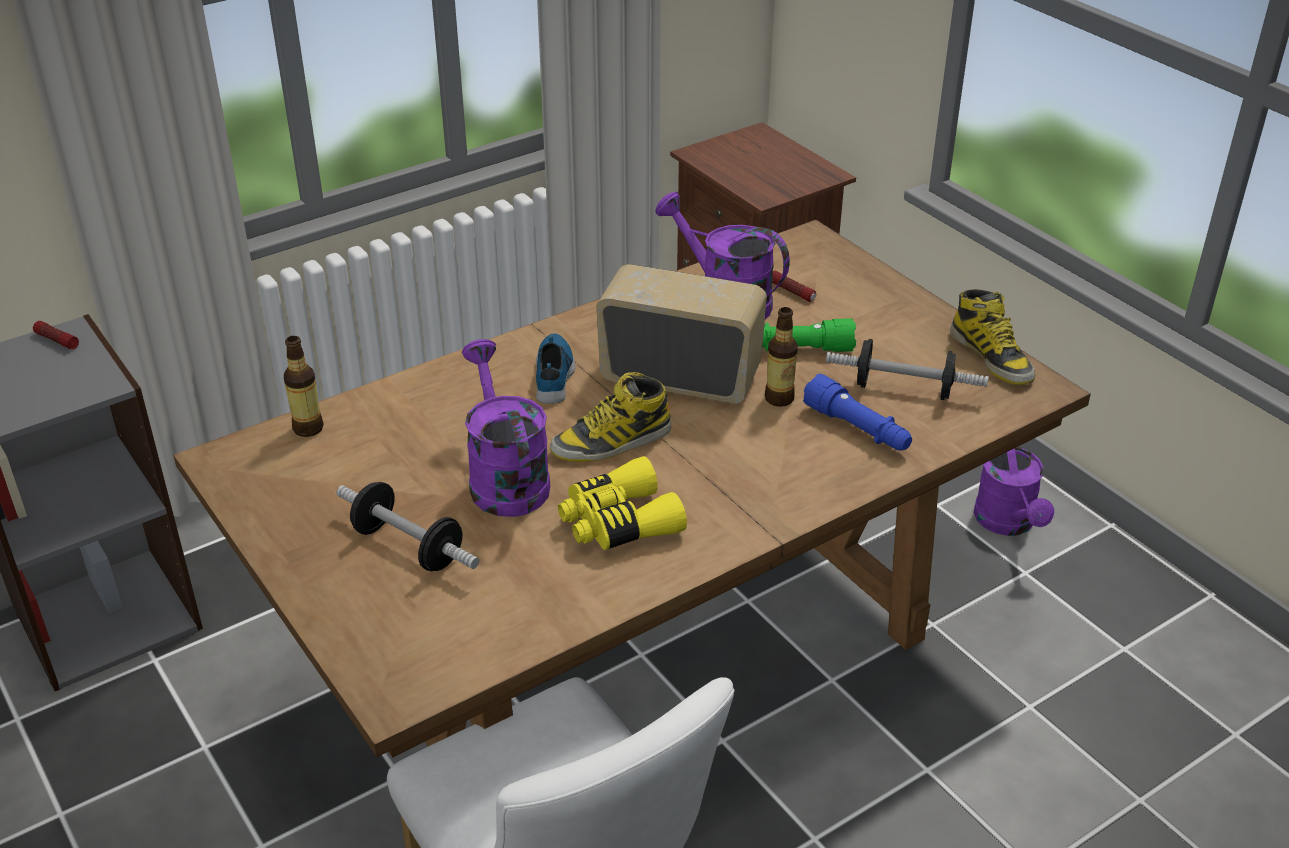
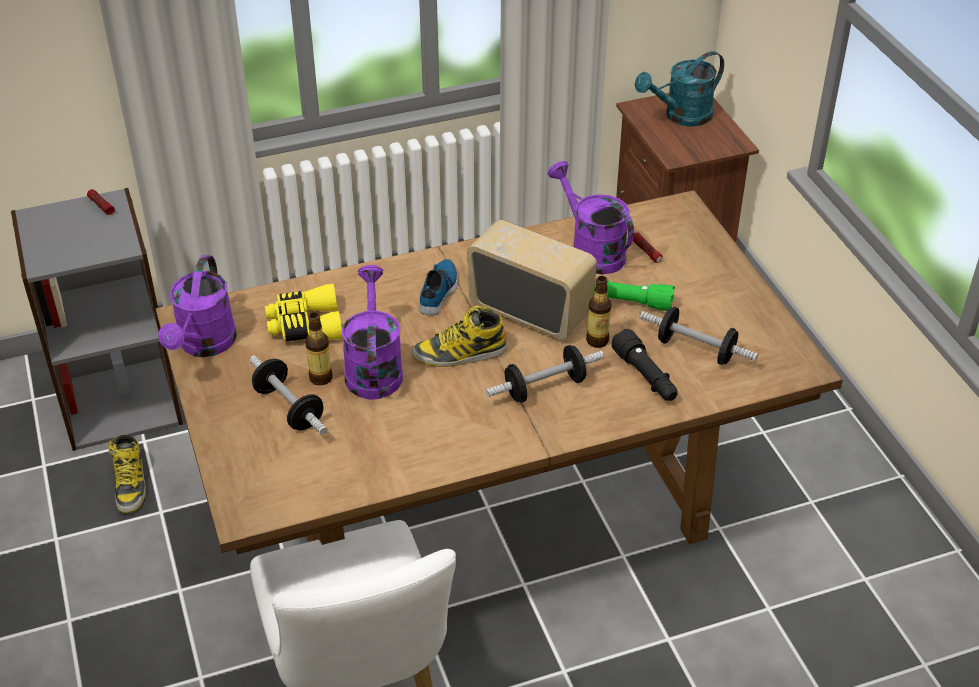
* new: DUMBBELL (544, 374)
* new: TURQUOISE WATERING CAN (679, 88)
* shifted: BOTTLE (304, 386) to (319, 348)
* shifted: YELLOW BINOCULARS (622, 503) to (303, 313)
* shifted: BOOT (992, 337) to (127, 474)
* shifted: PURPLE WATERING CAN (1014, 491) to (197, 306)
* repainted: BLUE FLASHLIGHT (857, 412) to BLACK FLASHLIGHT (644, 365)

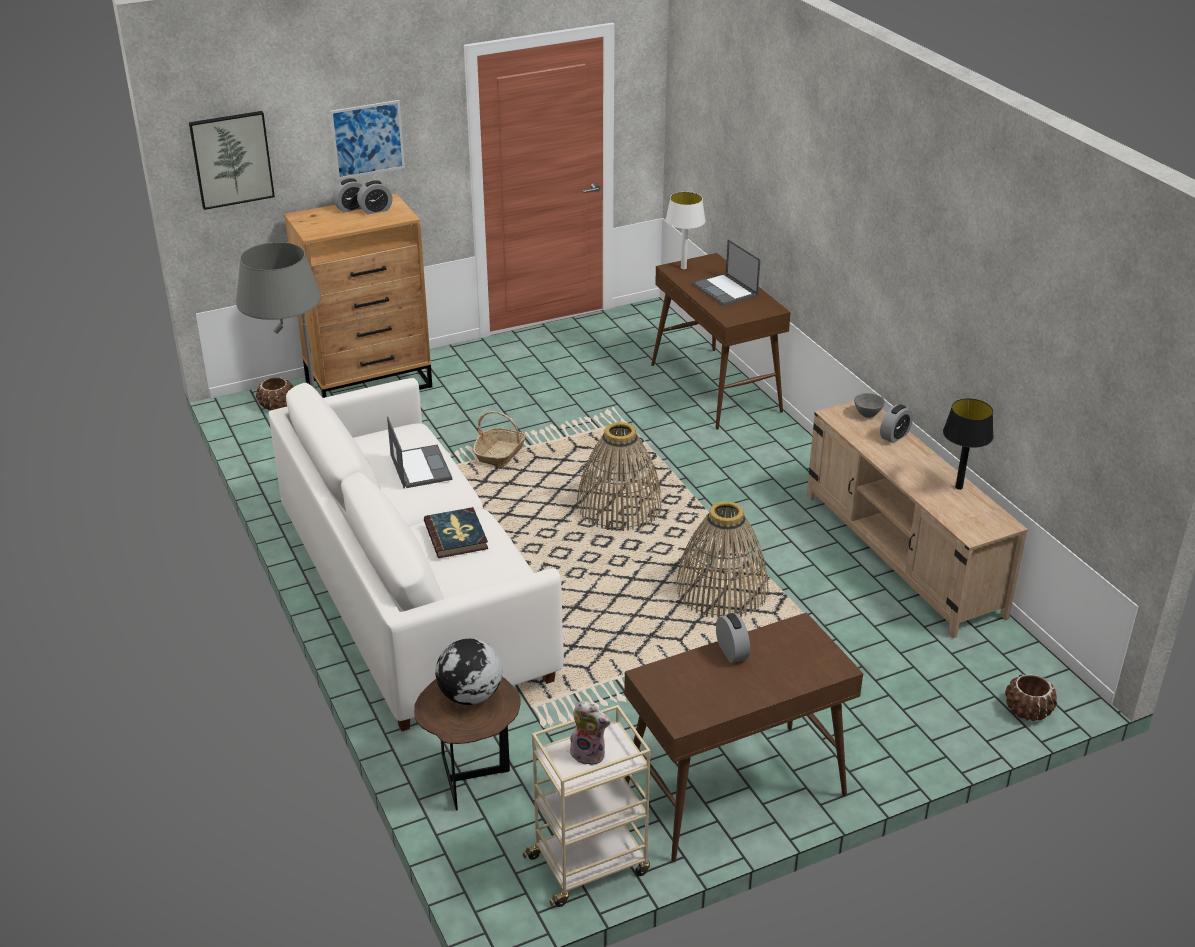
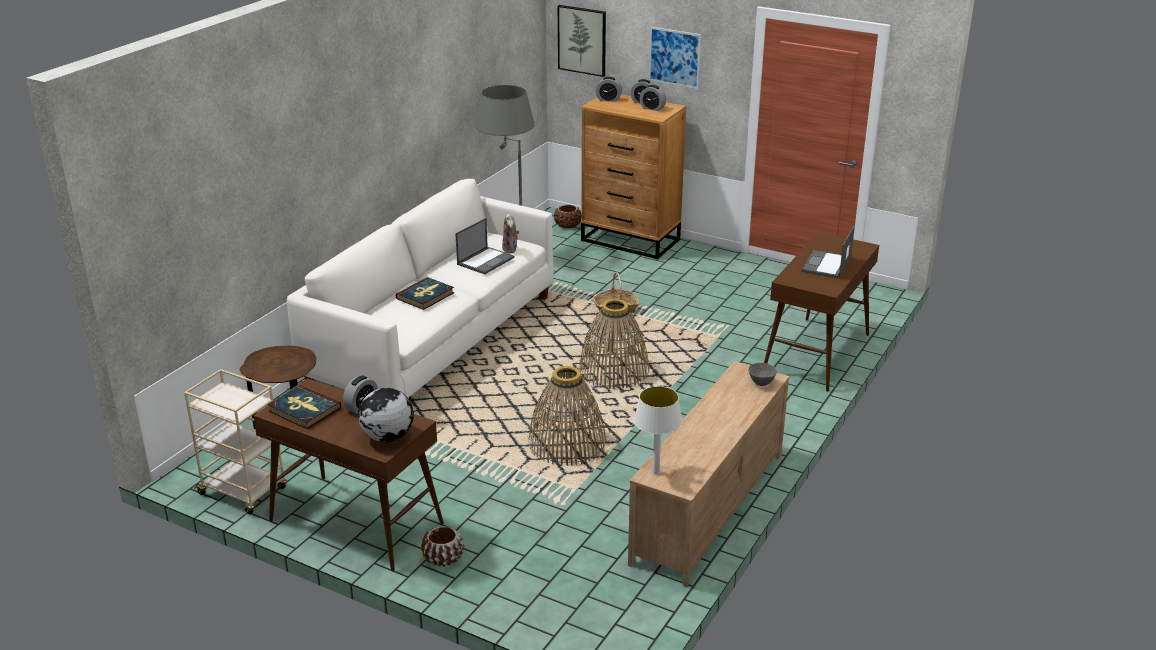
* gone: BLACK TABLE LAMP (968, 444)
* new: BOOK (304, 407)
* shifted: GLOBE (468, 672) to (386, 415)
* shifted: PLUSH TOY (590, 733) to (510, 233)
* shifted: WHITE TABLE LAMP (685, 230) to (658, 430)
* shifted: ALARM CLOCK (896, 424) to (609, 89)
* shifted: BROWN PLANTER (1031, 697) to (442, 546)

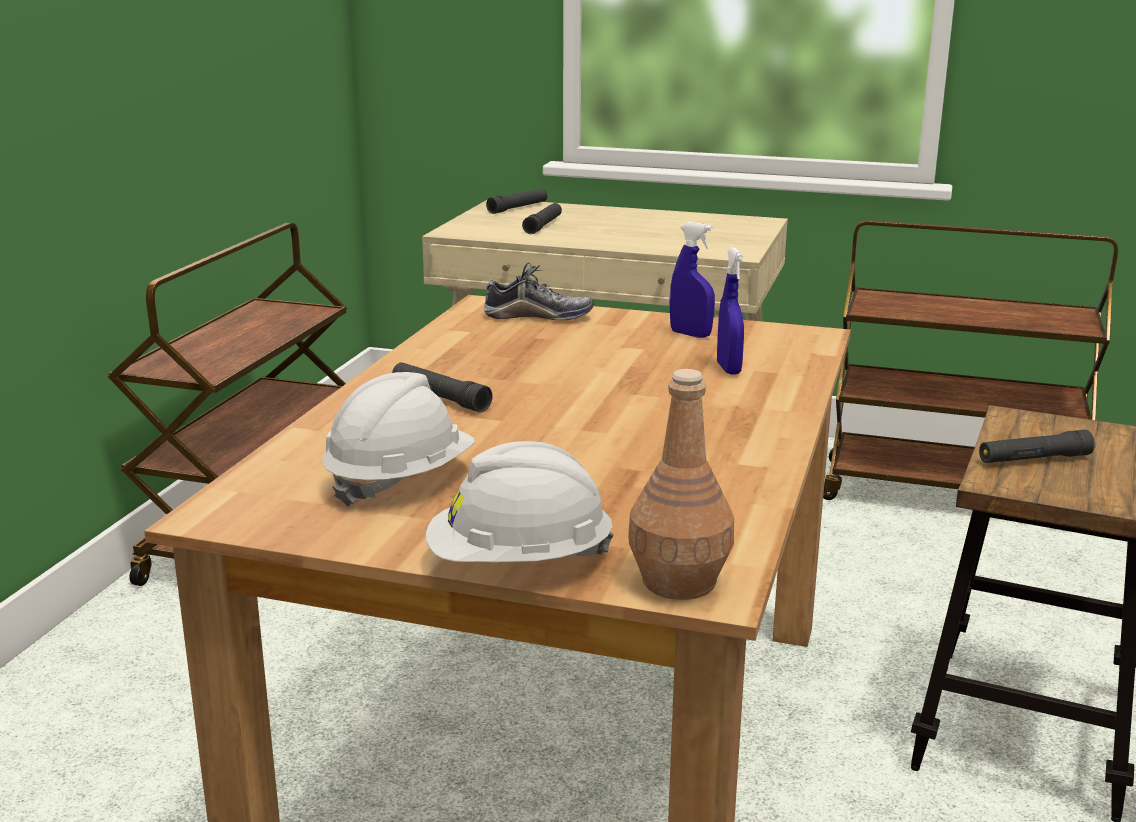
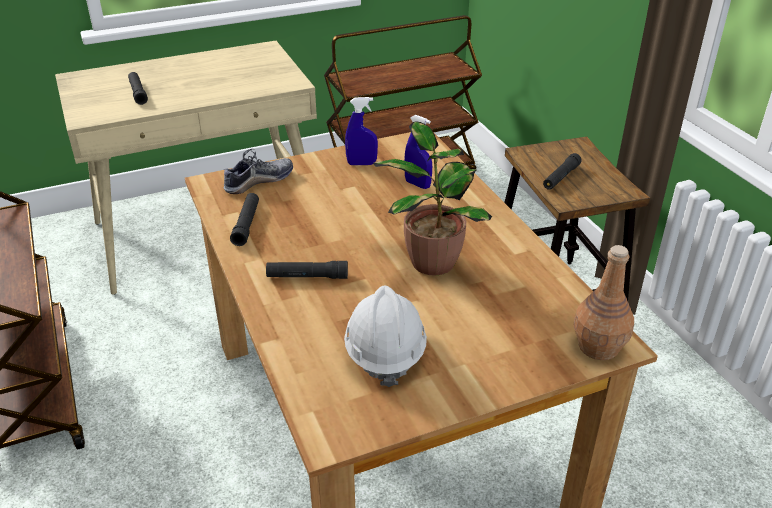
* gone: WHITE HARD HAT (520, 501)
* new: POTTED PLANT (432, 198)
* shifted: BLACK FLASHLIGHT (516, 201) to (244, 219)

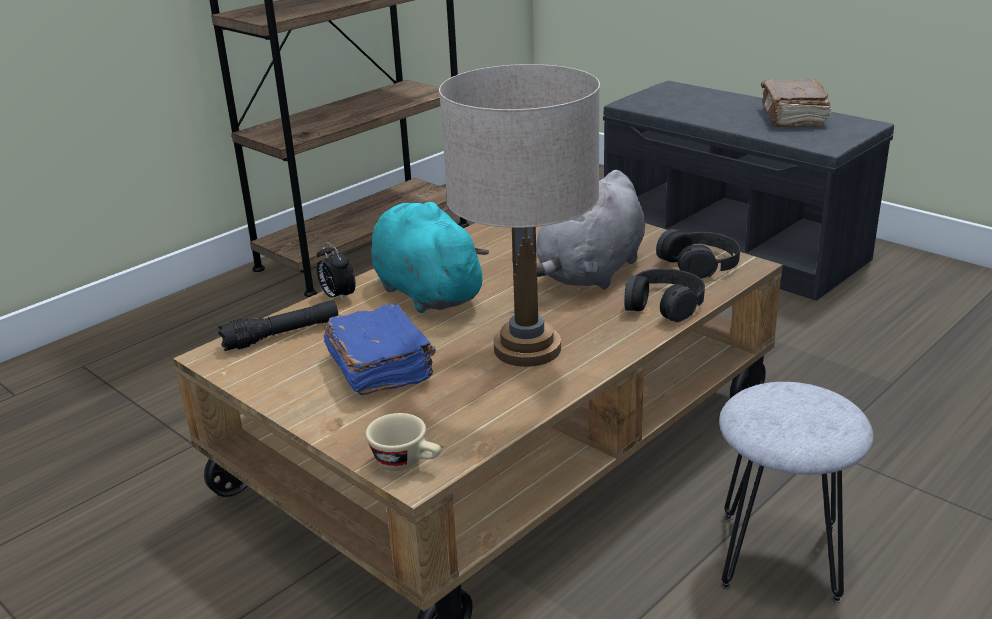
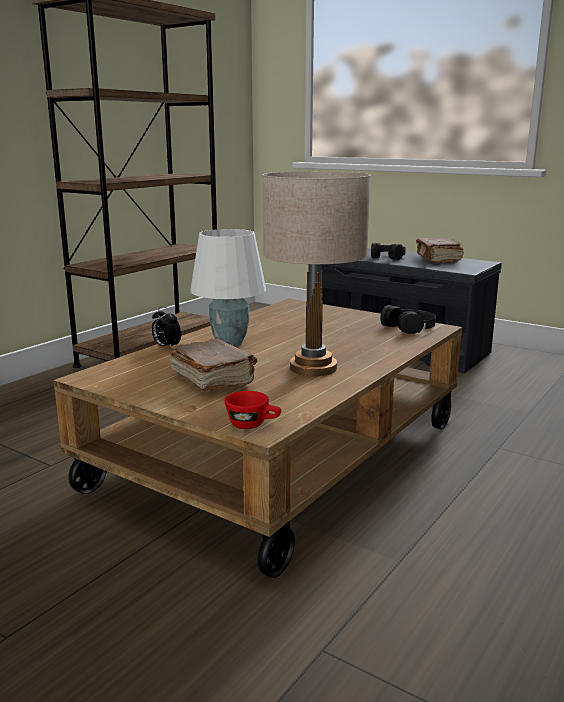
* gone: BLACK FLASHLIGHT (278, 325)
* gone: GREY PLUSH TOY (590, 230)
* gone: GREY STOOL (796, 492)
* shifted: BLACK HEADPHONES (664, 295) to (388, 251)
* swapped: TURQUOISE PLUSH TOY (430, 257) to WHITE TABLE LAMP (228, 288)
* repainted: BLUE BOOK (380, 349) to BROWN BOOK (213, 365)
* repainted: BEIGE CUP (403, 442) to RED CUP (252, 410)

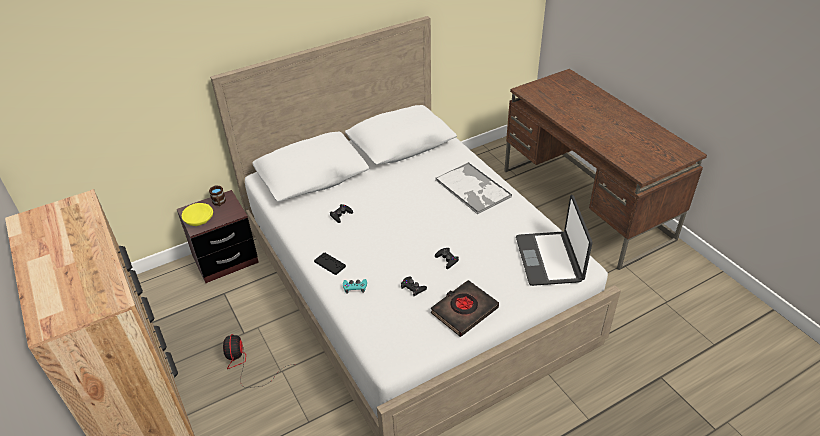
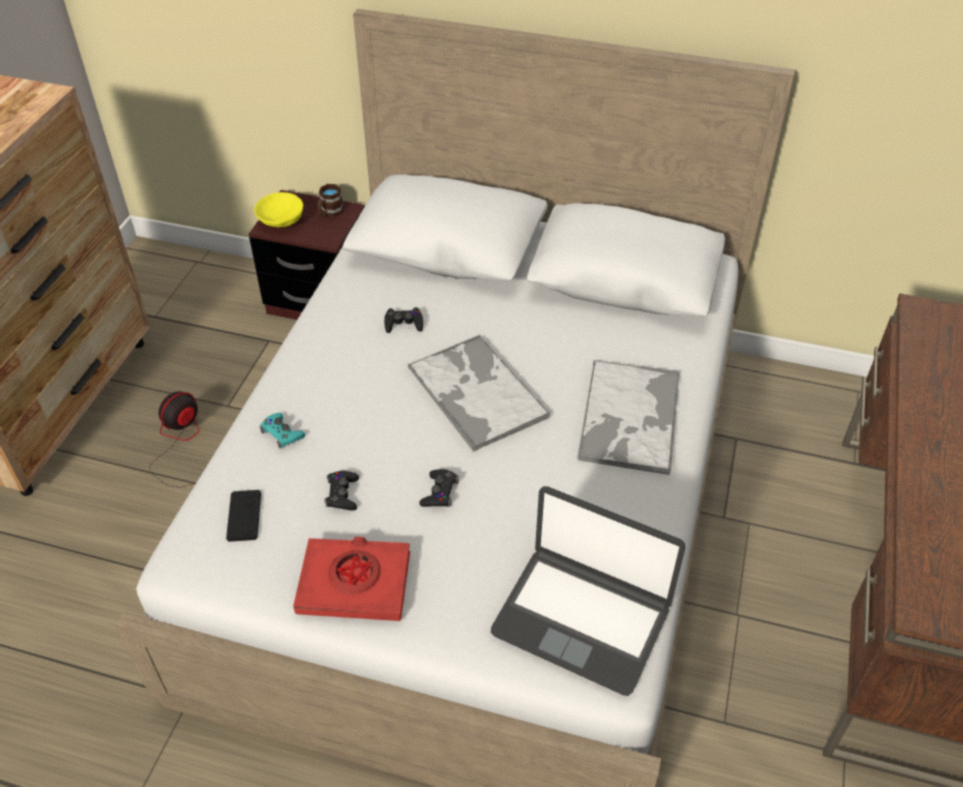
* new: TRAY (479, 394)
* shifted: BLACK GAME CONTROLLER (330, 264) to (243, 516)
* repainted: BLACK BOOK (464, 308) to RED BOOK (351, 579)
* rotated: LAPTOP (554, 240) = (588, 591) 105 degrees counterclockwise

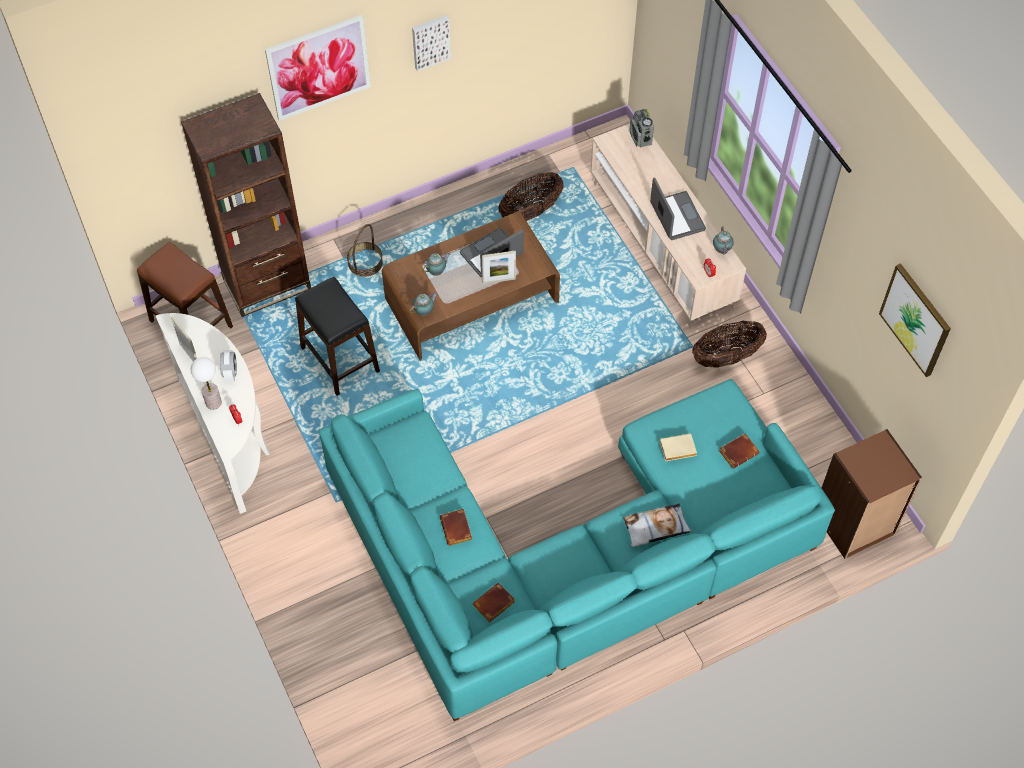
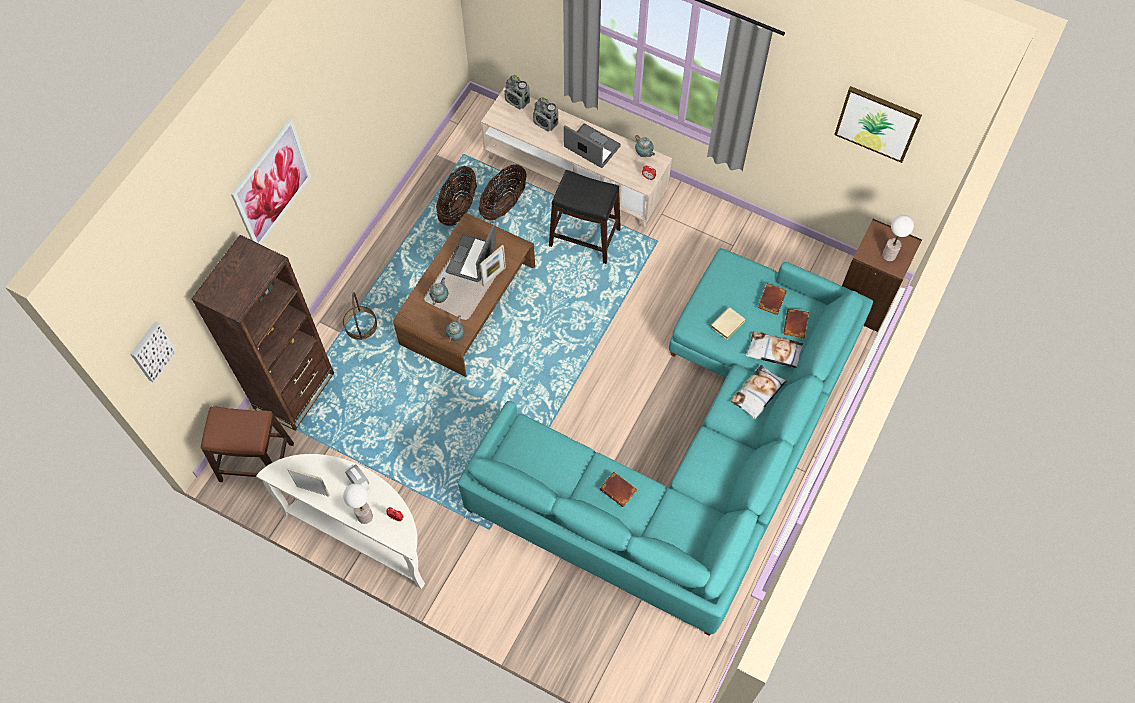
* new: RADIO (545, 114)
* new: PILLOW (774, 350)
* new: TABLE LAMP (898, 238)
* shifted: BLACK STOOL (337, 336) to (585, 217)
* shifted: PICTURE (431, 43) to (153, 352)
* shifted: BROWN BOOK (494, 602) to (796, 323)
* shifted: BASKET (729, 344) to (503, 192)

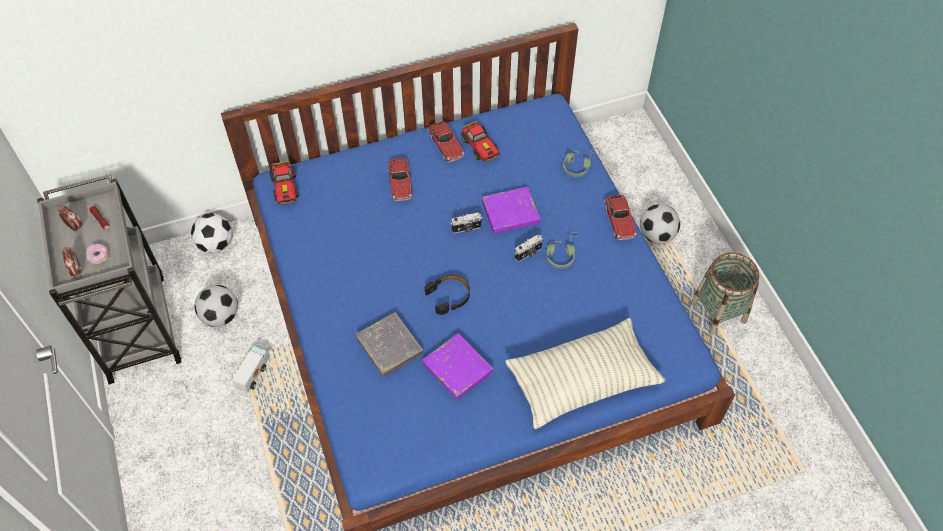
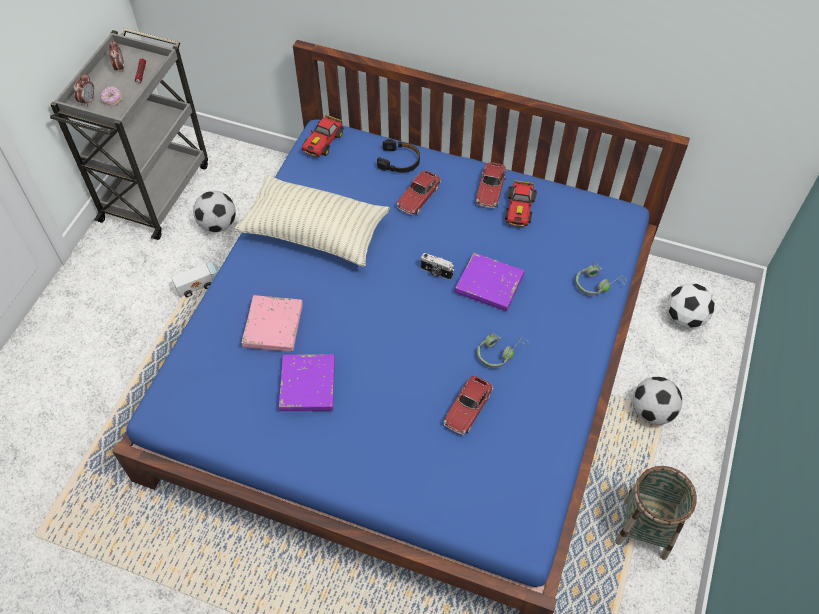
* gone: PHOTO CAMERA (528, 248)
* shifted: FOOTBALL (212, 233) to (691, 305)
* shifted: BLACK HEADPHONES (447, 295) to (398, 156)
* shifted: PILLOW (585, 373) to (312, 221)
* shifted: TOY CAR (621, 217) to (468, 405)
* repainted: GREY BOOK (389, 344) to PINK BOOK (272, 323)

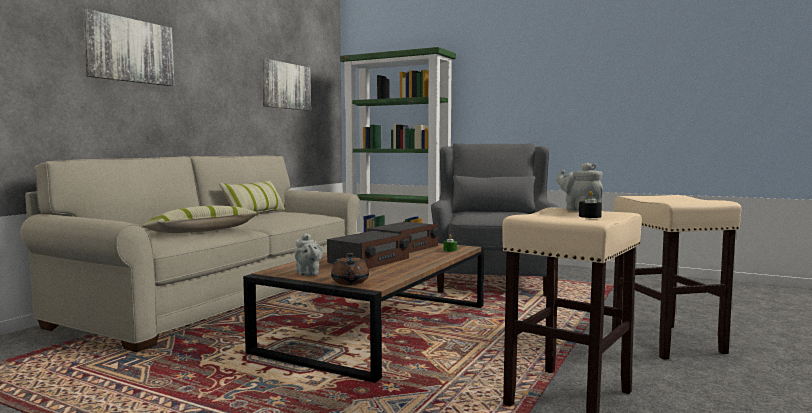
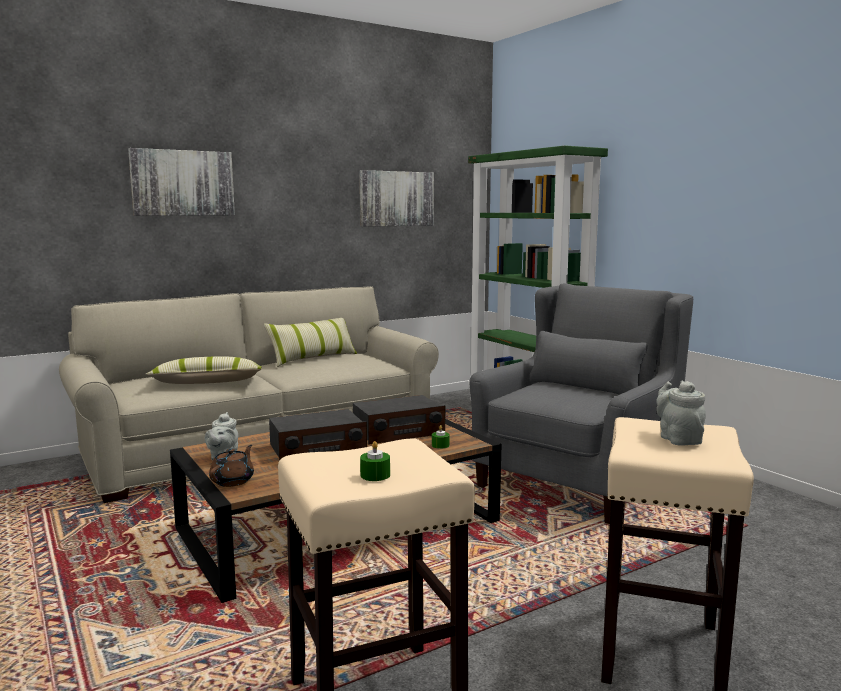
* shifted: GREY TEAPOT (579, 186) to (681, 413)
* repainted: BLACK CANDLE (590, 204) to GREEN CANDLE (375, 461)

